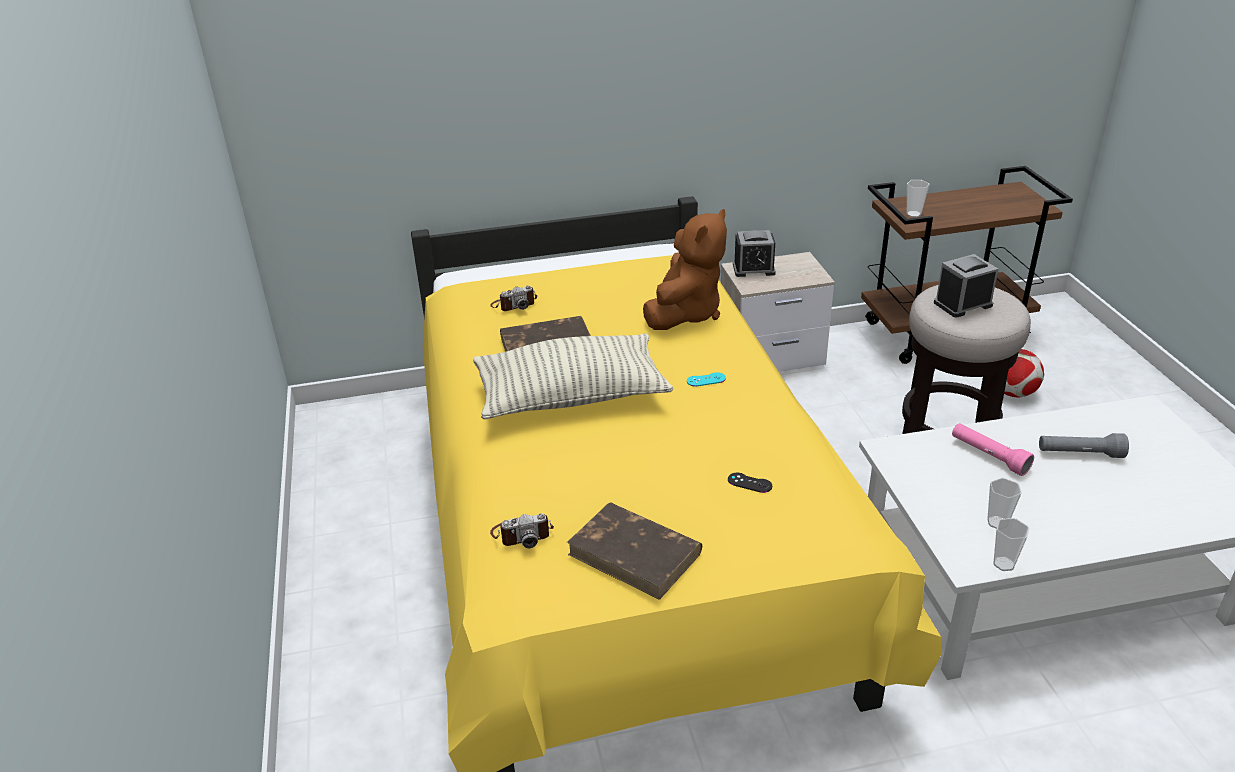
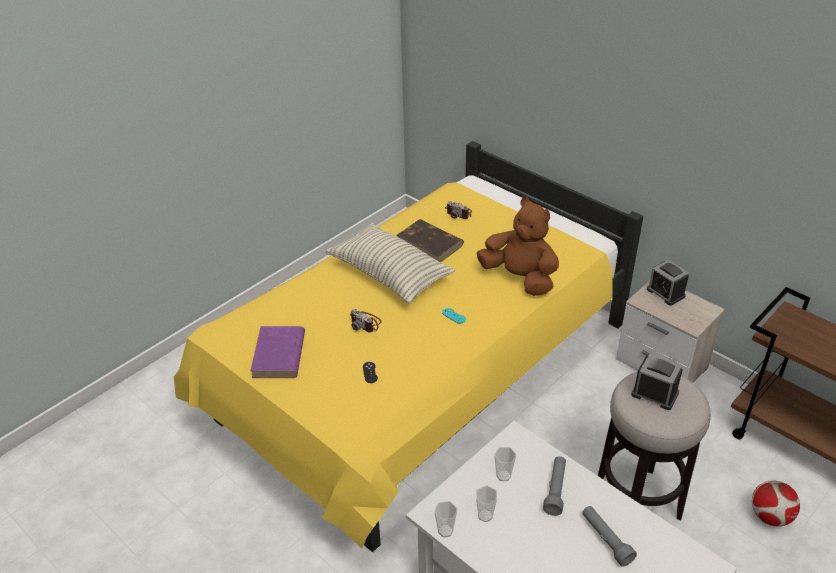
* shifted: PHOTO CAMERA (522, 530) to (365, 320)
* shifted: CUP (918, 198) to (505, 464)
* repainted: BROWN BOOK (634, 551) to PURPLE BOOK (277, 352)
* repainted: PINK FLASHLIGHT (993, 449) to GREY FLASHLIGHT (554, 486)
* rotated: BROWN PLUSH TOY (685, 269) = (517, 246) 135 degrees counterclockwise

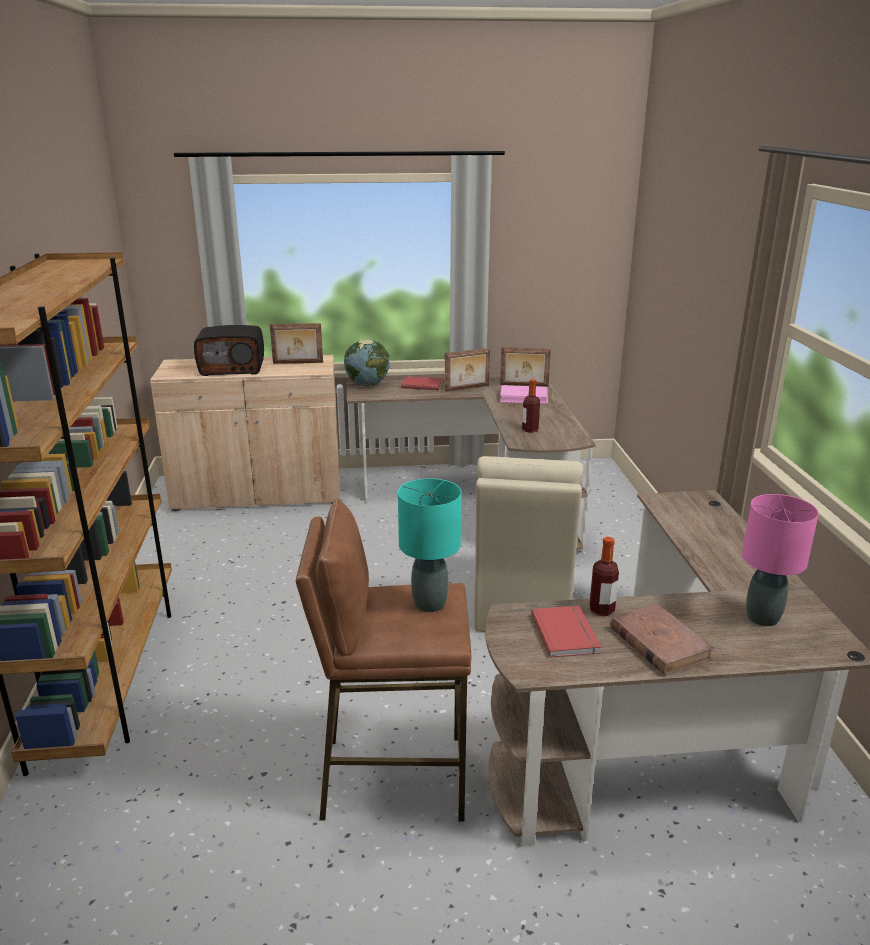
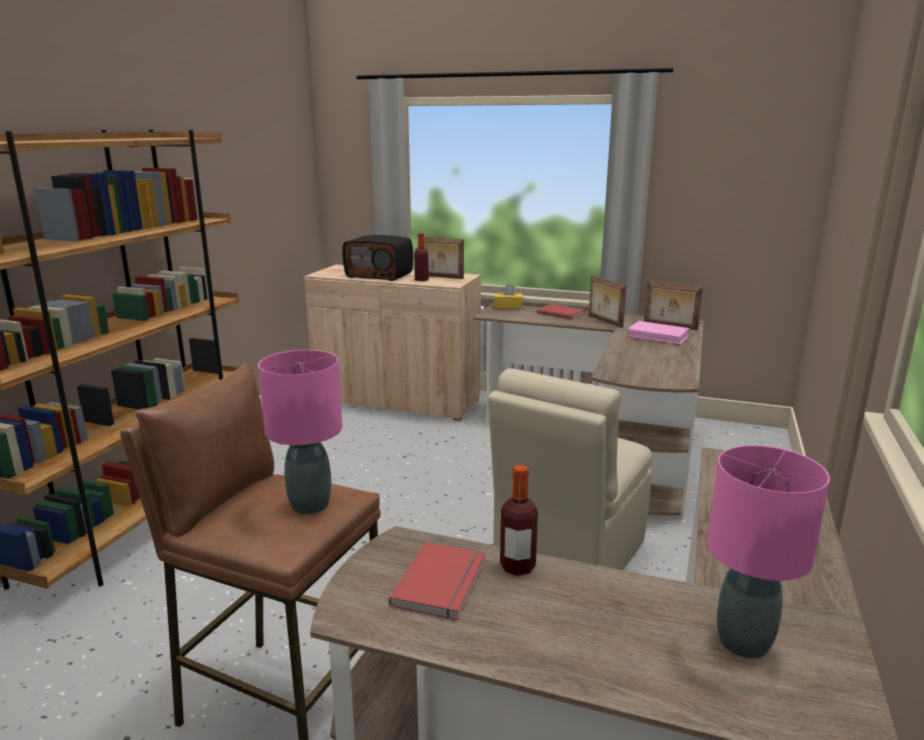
* gone: BROWN BOOK (662, 639)
* shifted: BOTTLE (531, 406) to (421, 257)
* swapped: GLOBE (367, 362) to YELLOW TISSUE BOX (508, 296)
* repainted: TURQUOISE TABLE LAMP (429, 545) to PINK TABLE LAMP (300, 432)
* rotated: PICTURE FRAME (467, 370) = (608, 301) 60 degrees clockwise

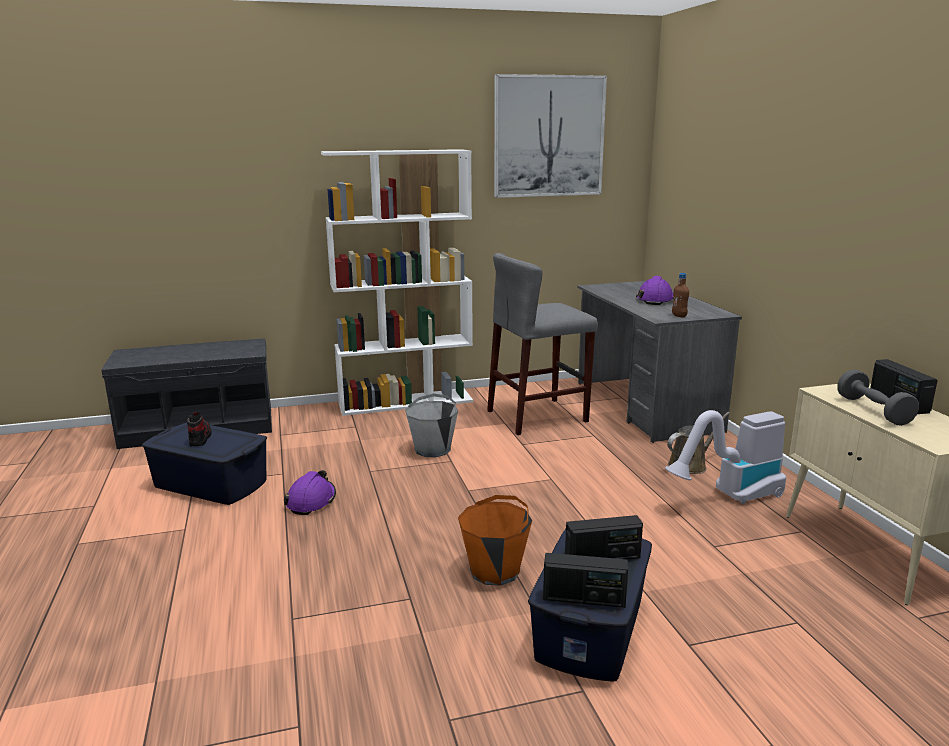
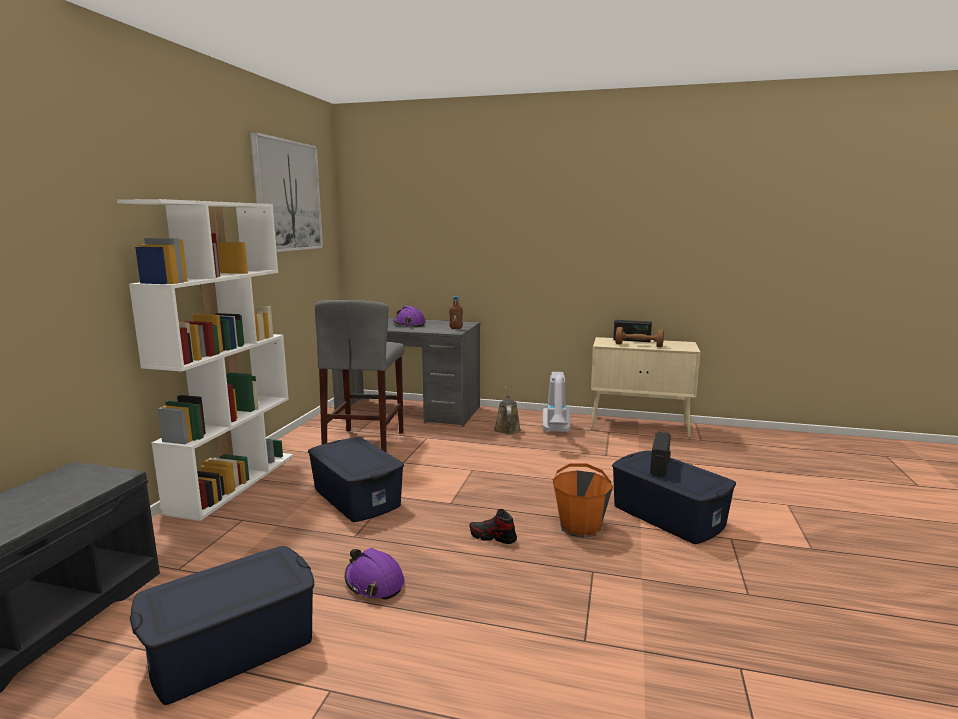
* gone: RADIO (585, 580)
* shifted: SHOE (199, 429) to (493, 526)
* swapped: GREY BUCKET (431, 425) to BLUE STORAGE BOX (356, 479)
* repainted: GREY DUMBBELL (878, 397) to BROWN DUMBBELL (640, 337)

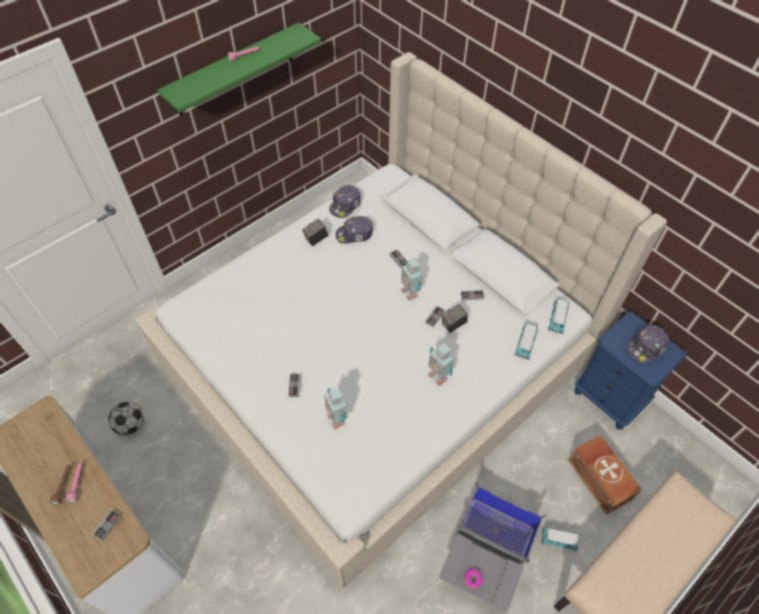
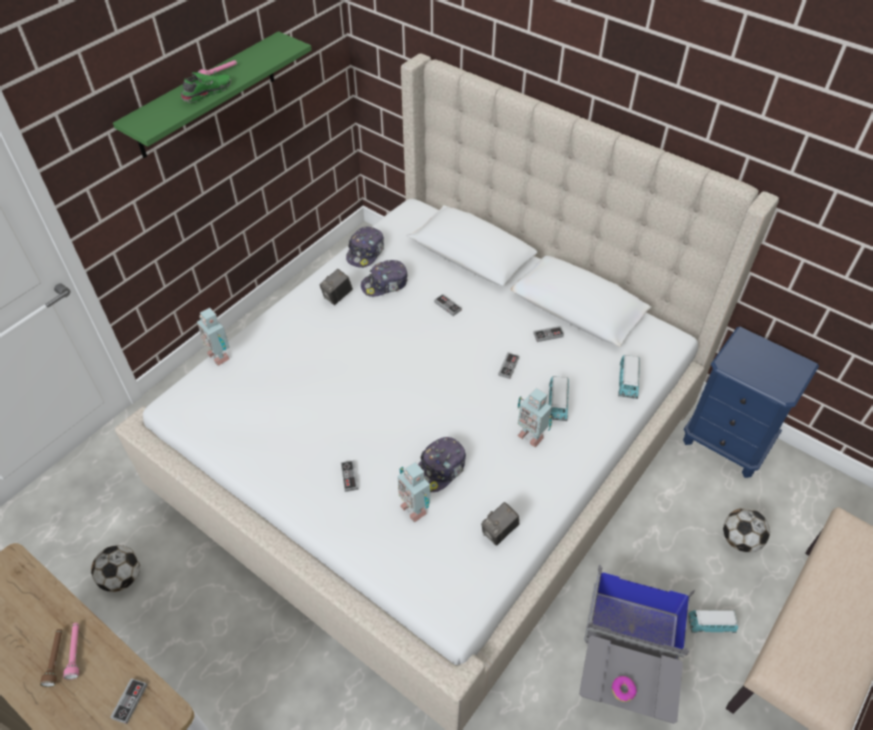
* new: GREEN SHOE (205, 87)
* shifted: TOY ROBOT (412, 280) to (213, 337)
* shifted: PHOTO CAMERA (455, 318) to (500, 524)
* shifted: TOY CAR (558, 316) to (559, 398)
* shifted: CAP (648, 344) to (442, 464)
* swapped: BROWN STORAGE BOX (605, 475) to FOOTBALL (746, 530)

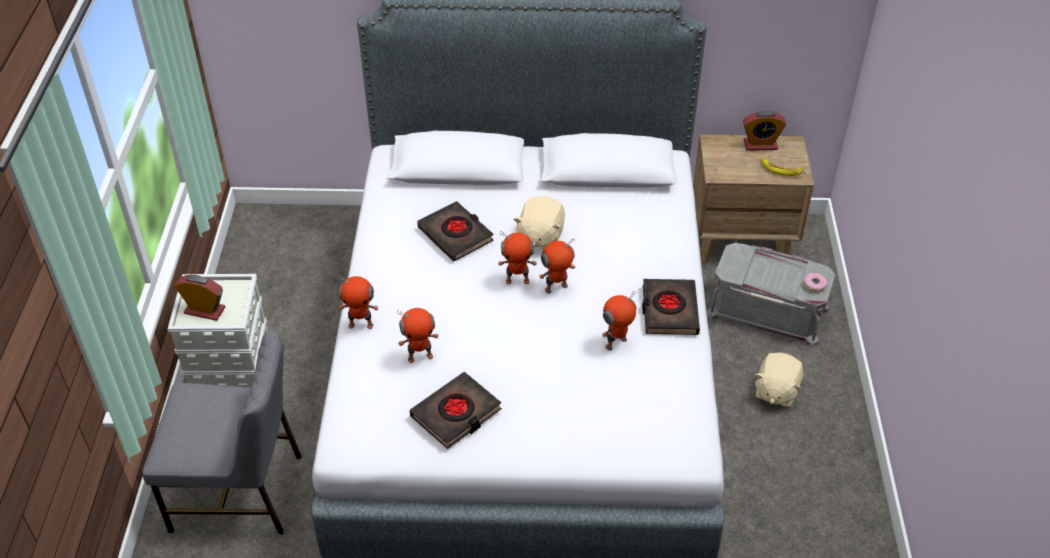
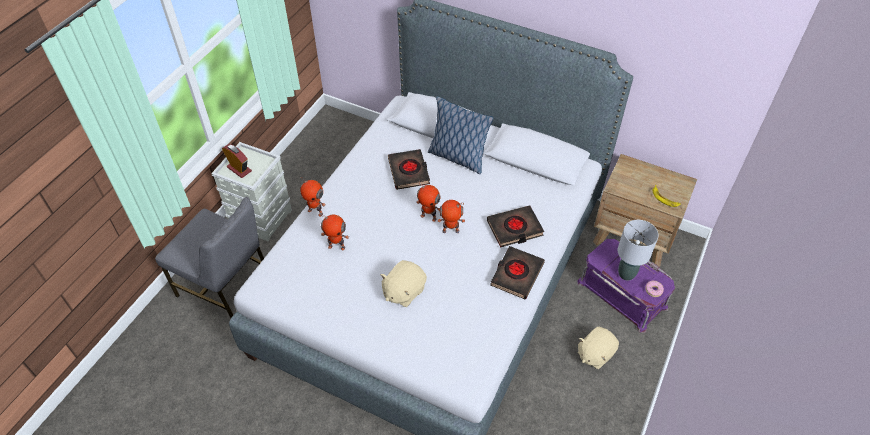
* gone: TOY ROBOT (619, 321)
* gone: ALARM CLOCK (764, 131)
* new: PILLOW (461, 135)
* new: GREY TABLE LAMP (638, 250)
* shifted: BLACK BOOK (456, 410) to (515, 226)
* shifted: BEIGE PLUSH TOY (539, 222) to (403, 283)
* repainted: GREY STORAGE BOX (771, 295) to PURPLE STORAGE BOX (626, 286)

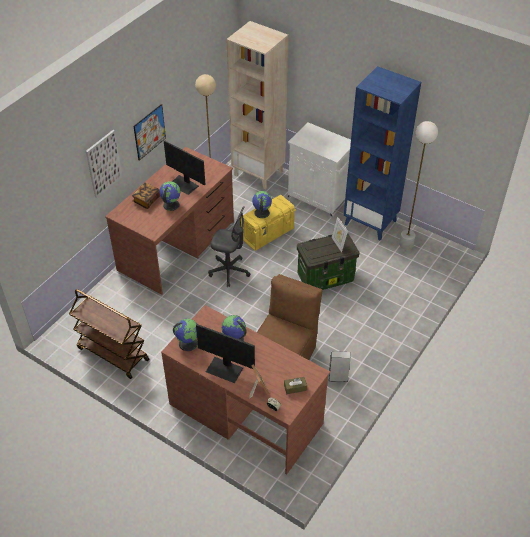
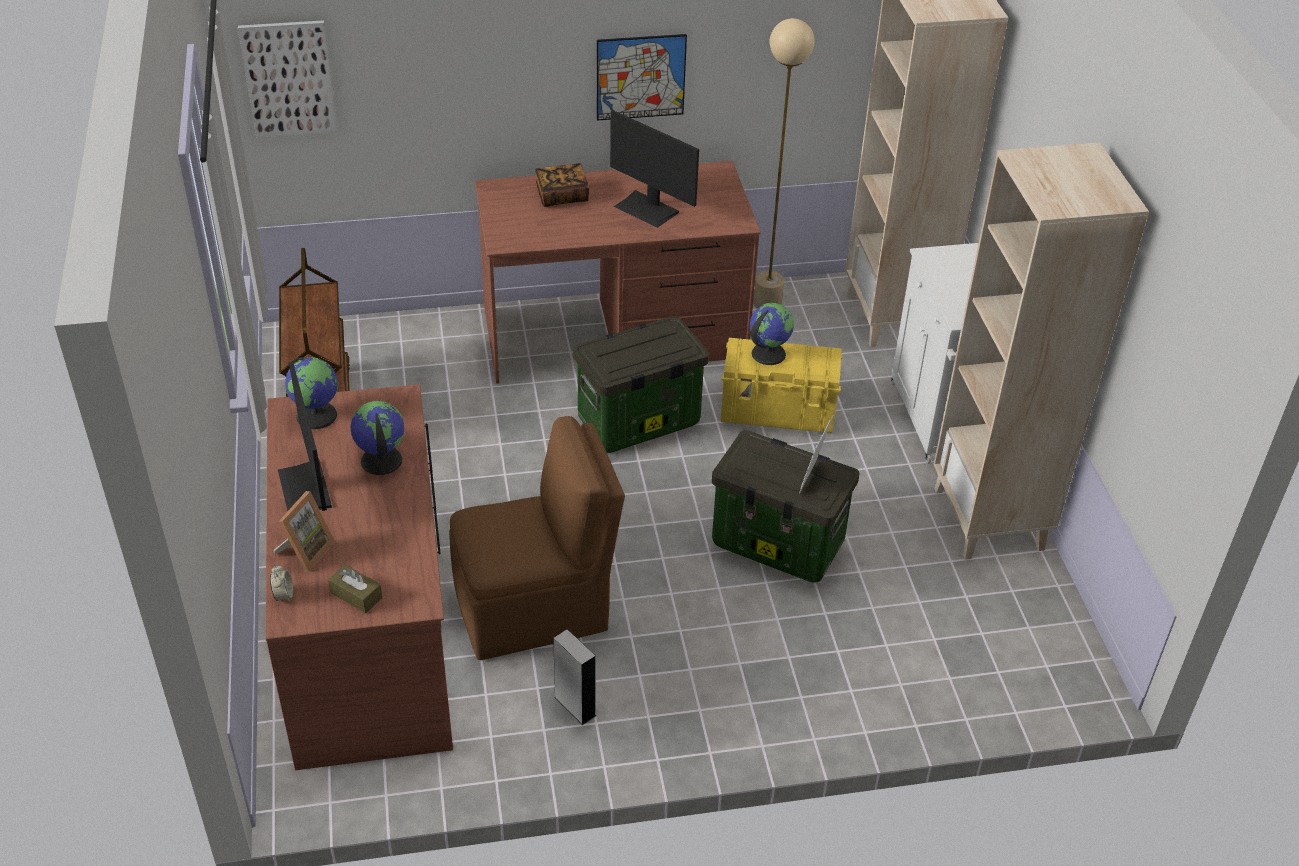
* gone: GLOBE (170, 196)
* gone: WHITE FLOOR LAMP (418, 185)
* shifted: PICTURE (104, 164) to (288, 79)
* swapped: GREY OFFICE CHAIR (229, 246) to STORAGE BOX (641, 384)
* repainted: BLUE BOOKCASE (382, 153) to BEIGE BOOKCASE (1041, 351)
* rotated: MONITOR (185, 167) = (654, 169) 45 degrees counterclockwise

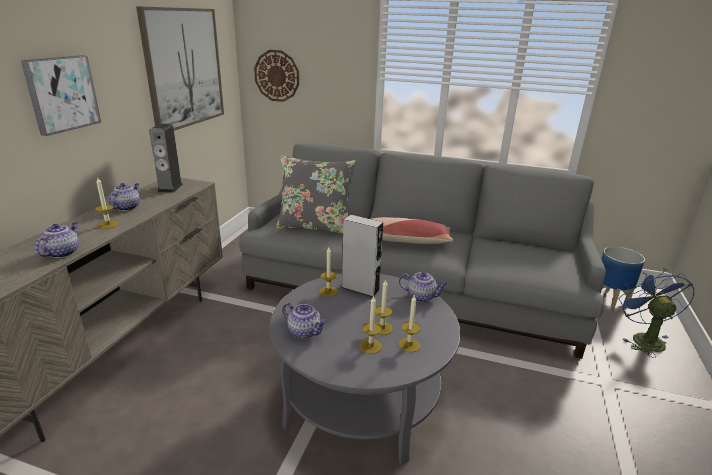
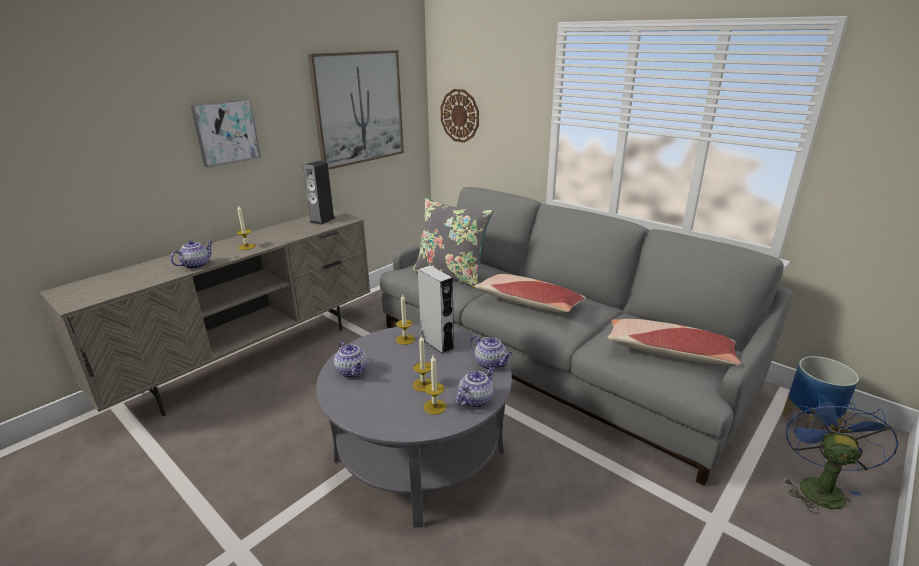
* gone: CANDLE (371, 324)
* new: PILLOW (674, 342)
* shifted: TEAPOT (123, 197) to (475, 387)

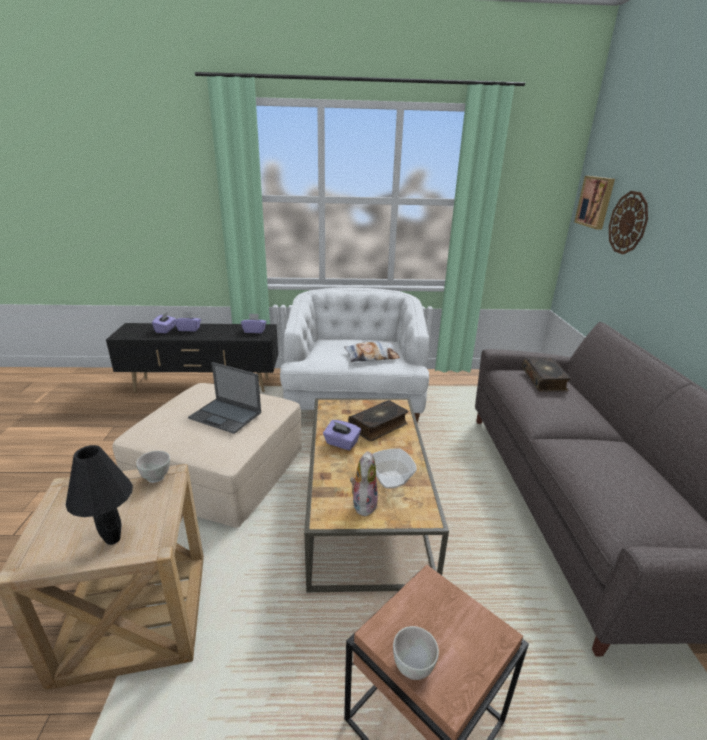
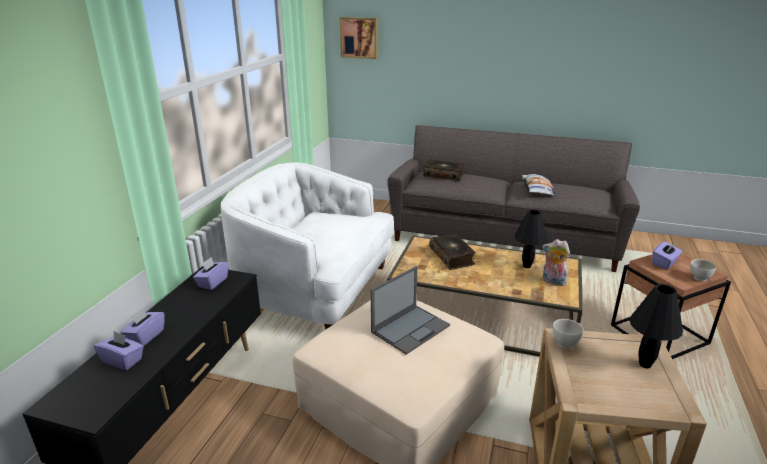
* gone: WALL CLOCK (628, 223)
* shifted: PURPLE TISSUE BOX (342, 435) to (667, 255)
* shifted: PILLOW (372, 351) to (539, 185)
* swapped: BOWL (395, 468) to BLACK TABLE LAMP (530, 238)

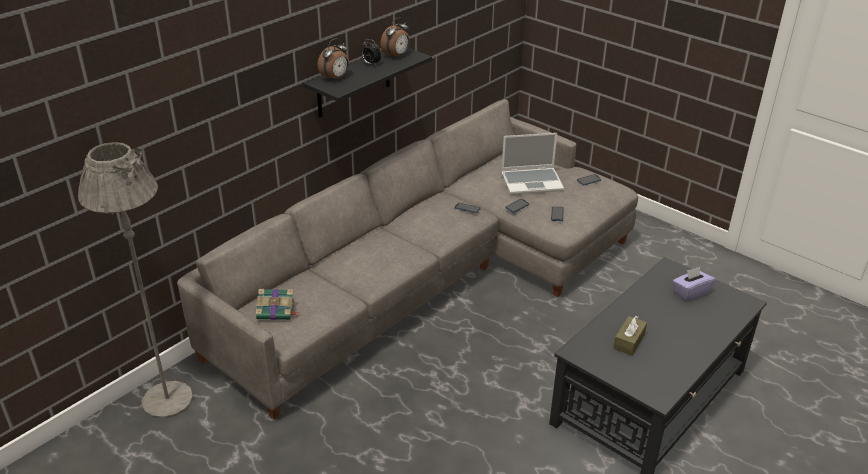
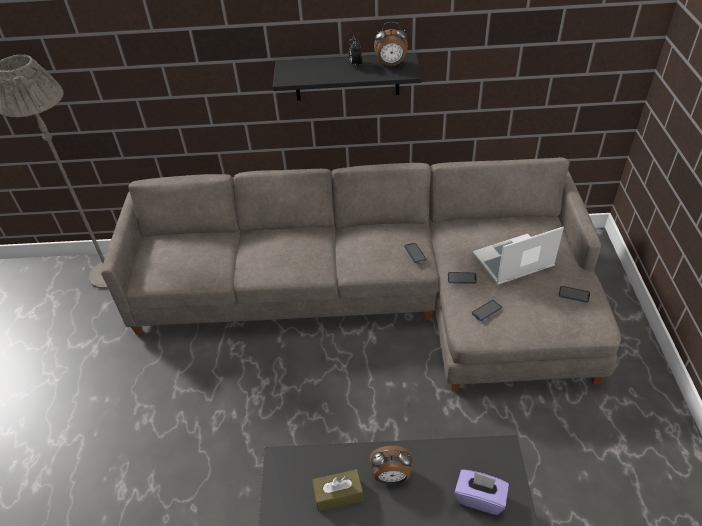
* gone: BOOK (277, 304)
* shifted: ALARM CLOCK (333, 59) to (391, 465)
* rotated: LAPTOP (532, 164) = (518, 256) 120 degrees clockwise

